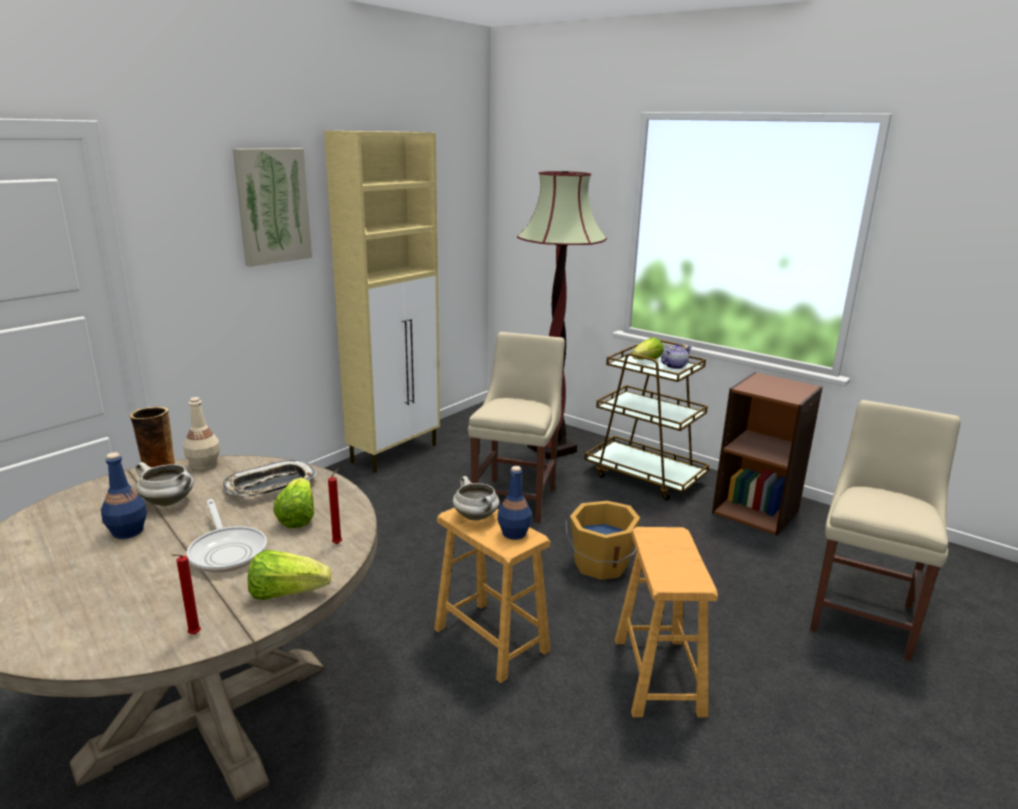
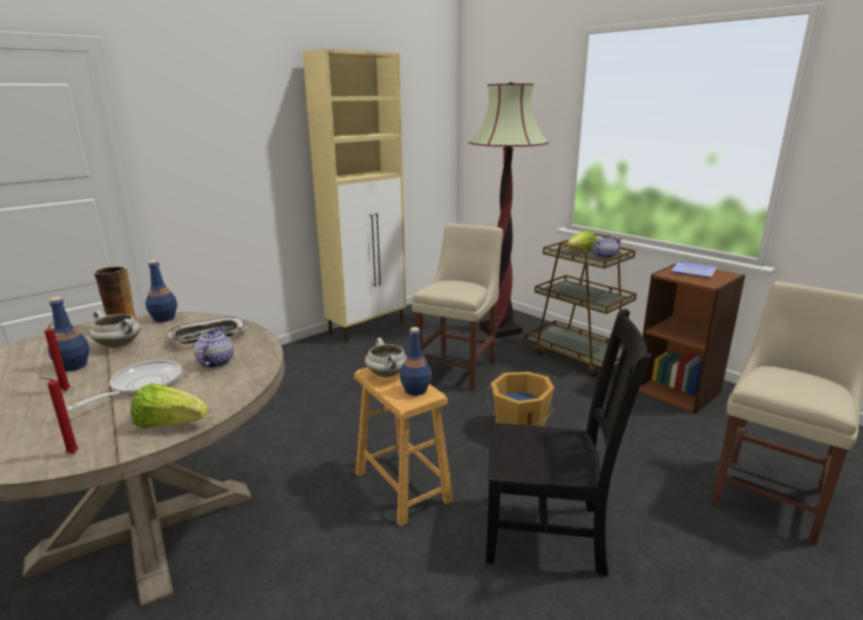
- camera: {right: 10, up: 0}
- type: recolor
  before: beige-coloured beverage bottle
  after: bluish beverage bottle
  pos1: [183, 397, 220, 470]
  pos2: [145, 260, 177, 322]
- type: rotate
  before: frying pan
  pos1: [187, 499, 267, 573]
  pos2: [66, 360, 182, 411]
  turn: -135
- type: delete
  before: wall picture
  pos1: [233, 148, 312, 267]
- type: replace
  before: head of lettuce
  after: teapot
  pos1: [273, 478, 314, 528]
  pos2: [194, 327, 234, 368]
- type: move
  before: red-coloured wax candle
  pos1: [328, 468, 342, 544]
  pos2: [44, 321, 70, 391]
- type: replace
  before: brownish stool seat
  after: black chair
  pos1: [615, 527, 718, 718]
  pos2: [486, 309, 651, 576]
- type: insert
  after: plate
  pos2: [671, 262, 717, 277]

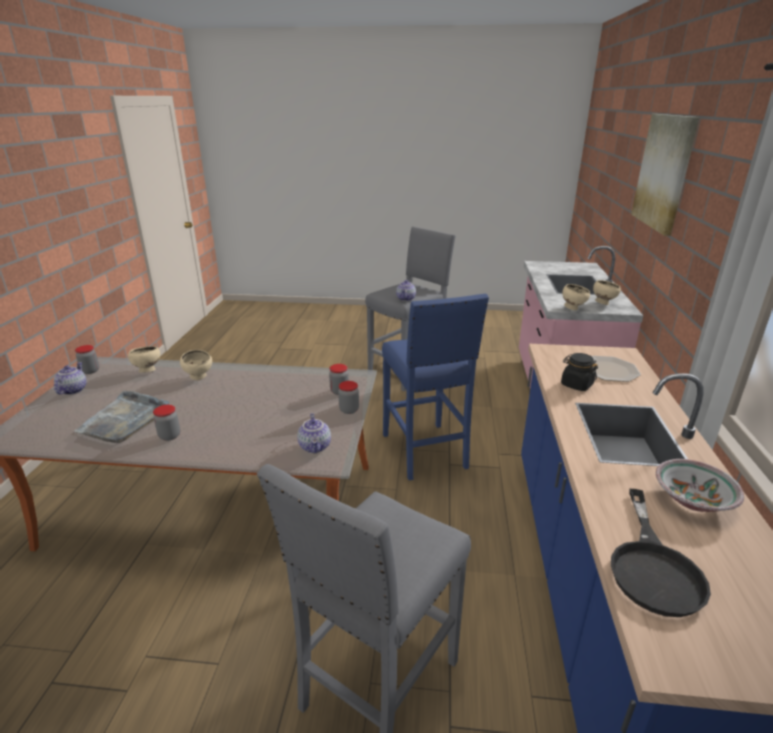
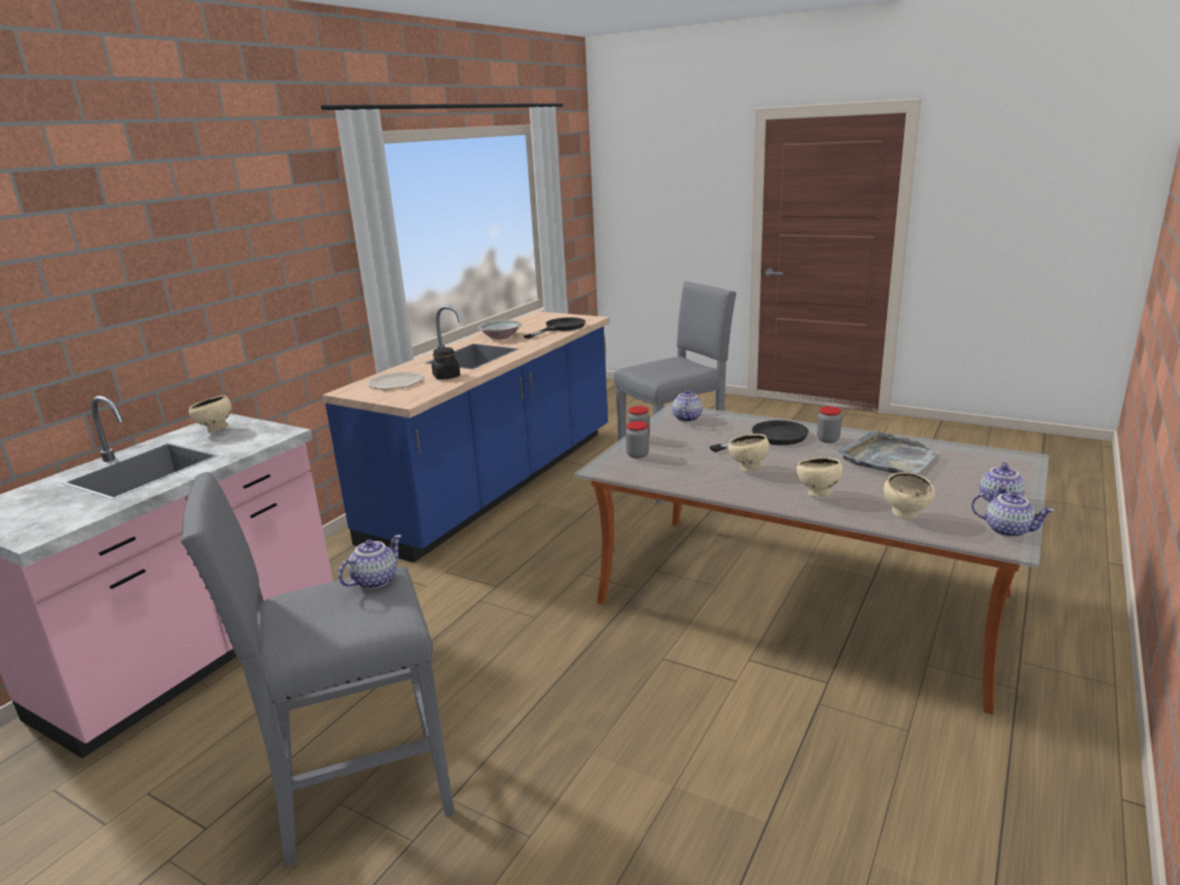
- camera: {right: -155, up: -5}
- type: replace
  before: jar
  after: teapot
  pos1: [75, 345, 99, 374]
  pos2: [971, 492, 1054, 537]
- type: delete
  before: bluish stool seat
  pos1: [382, 294, 489, 480]
- type: move
  before: beige-coloured deep dish
  pos1: [562, 284, 590, 310]
  pos2: [728, 434, 769, 471]
- type: delete
  before: wall picture
  pos1: [631, 114, 700, 236]
- type: insert
  after: black frying pan
  pos2: [709, 420, 809, 452]

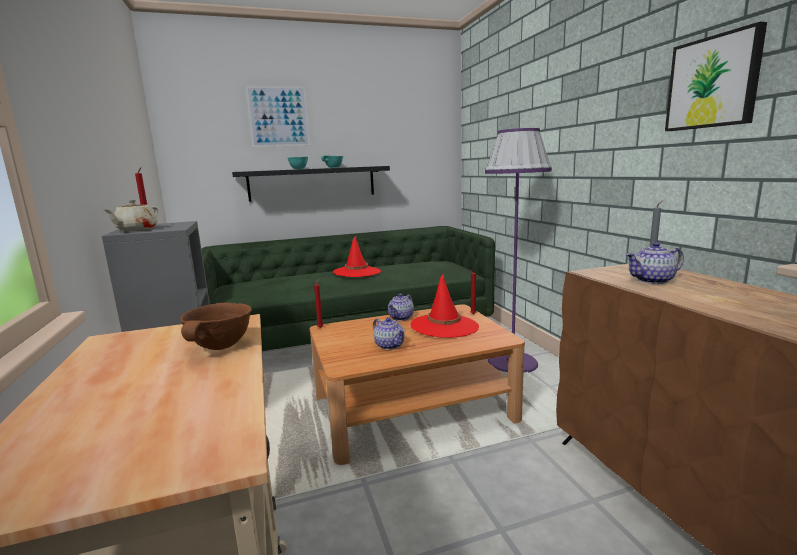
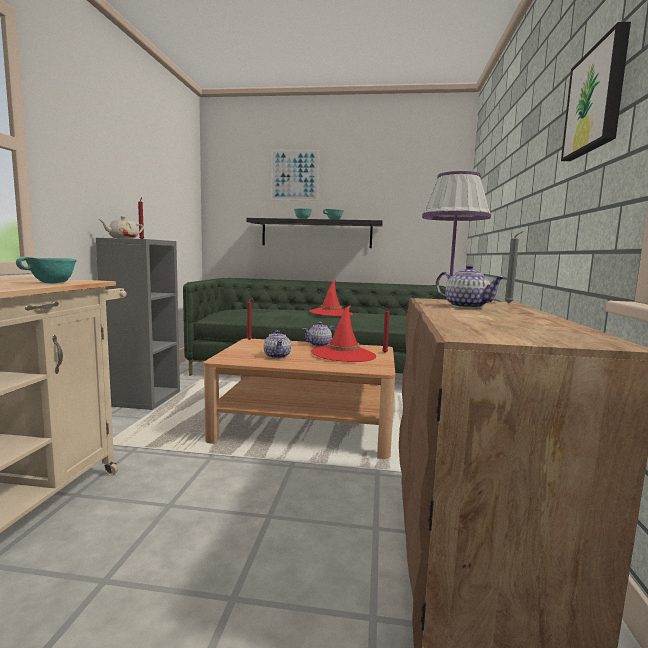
- camera: {right: 25, up: -5}
- type: recolor
  before: brownish deep dish
  after: turquoise-coloured deep dish
  pos1: [180, 303, 252, 350]
  pos2: [16, 257, 77, 284]
- type: rotate
  before: teapot
  pos1: [625, 242, 684, 284]
  pos2: [436, 265, 505, 309]
  turn: -150

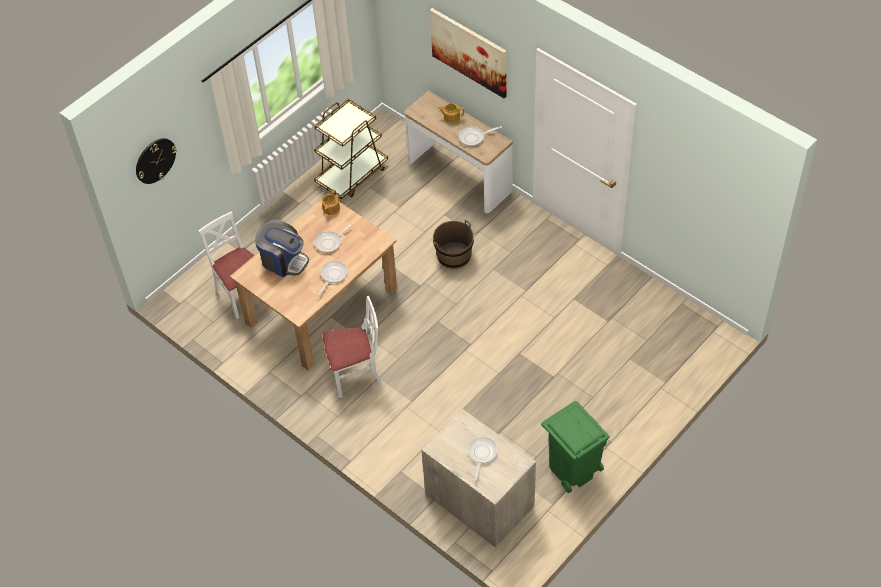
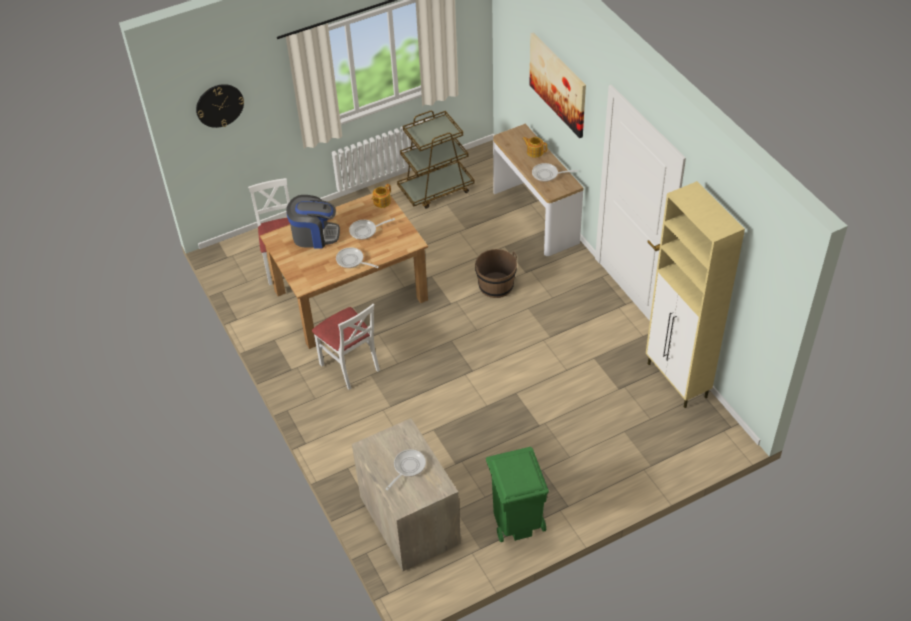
- camera: {right: 20, up: -5}
- type: rotate
  before: coffee brewer
  pos1: [255, 219, 309, 277]
  pos2: [286, 195, 340, 249]
  turn: -45
- type: rotate
  before: frying pan
  pos1: [318, 261, 348, 296]
  pos2: [336, 247, 379, 268]
  turn: -105
- type: rotate
  before: whitish chair
  pos1: [323, 296, 382, 398]
  pos2: [312, 304, 380, 390]
  turn: 45
- type: insert
  after: beige-coloured cabinet
  pos2: [646, 181, 745, 408]

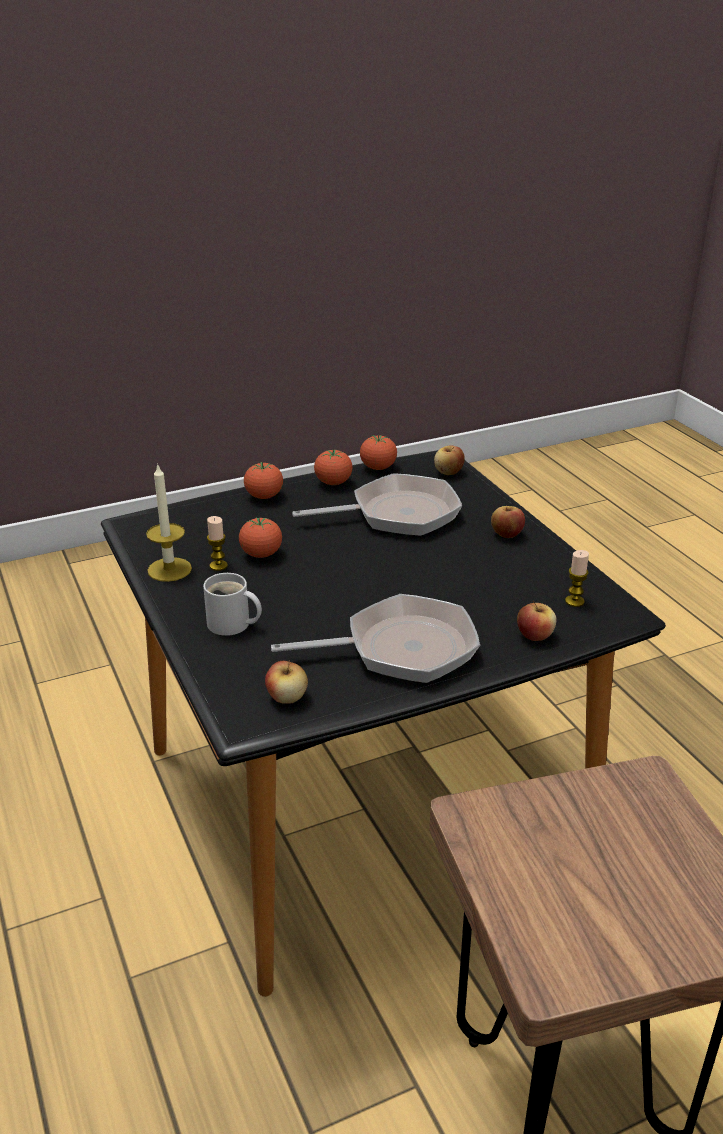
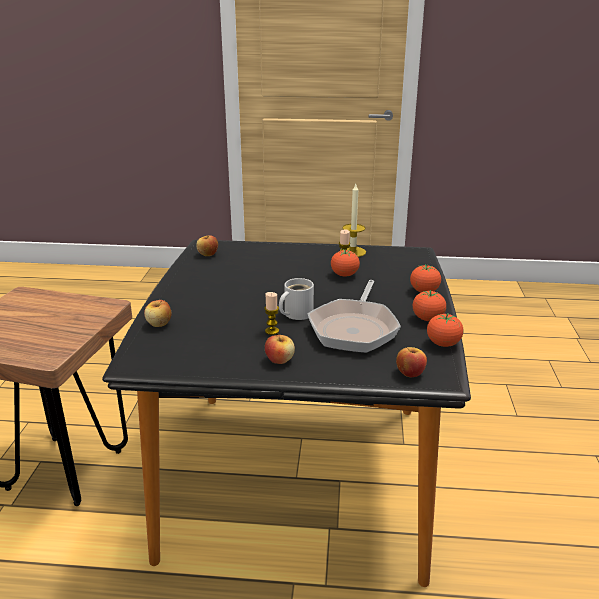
- camera: {right: 120, up: -5}
- type: move
  before: whitish mug
  pos1: [203, 573, 262, 636]
  pos2: [279, 278, 314, 320]
- type: delete
  before: frying pan
  pos1: [271, 594, 480, 683]
- type: move
  before: wax candle
  pos1: [565, 550, 589, 607]
  pos2: [264, 292, 279, 335]

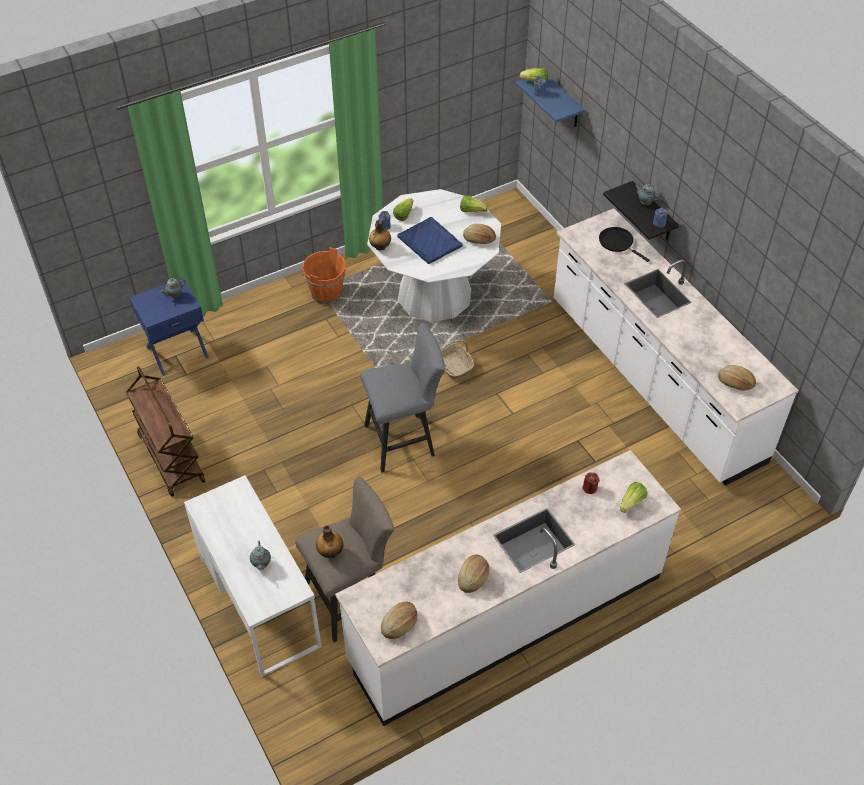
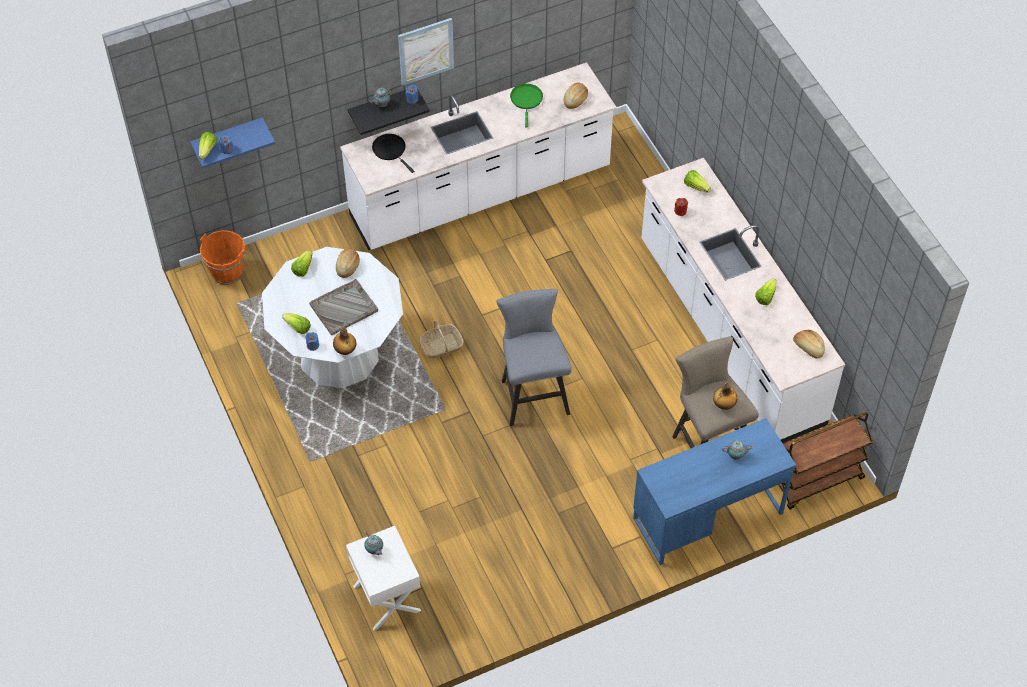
- camera: {right: -85, up: 5}
- type: move
  before: brownish wheeled cart
  pos1: [126, 366, 206, 497]
  pos2: [779, 412, 873, 509]
- type: recolor
  before: bluish bedside table
  after: whitish bedside table
  pos1: [129, 278, 209, 376]
  pos2: [346, 526, 421, 631]
- type: recolor
  before: whitish desk table
  after: bluish desk table
  pos1: [184, 475, 322, 677]
  pos2: [633, 418, 796, 565]
- type: move
  before: orange water bucket
  pos1: [302, 247, 346, 304]
  pos2: [200, 230, 246, 285]
- type: recolor
  before: bluish serving tray
  after: greyish serving tray
  pos1: [397, 217, 463, 264]
  pos2: [309, 279, 378, 335]
- type: replace
  before: baked bread
  after: head of lettuce
  pos1: [458, 554, 490, 593]
  pos2: [755, 279, 777, 305]
- type: rotate
  before: black frying pan
  pos1: [599, 227, 650, 262]
  pos2: [372, 134, 414, 173]
  turn: 90
- type: insert
  after: wall picture
  pos2: [398, 18, 454, 86]
- type: insert
  after: green frying pan
  pos2: [510, 84, 543, 127]

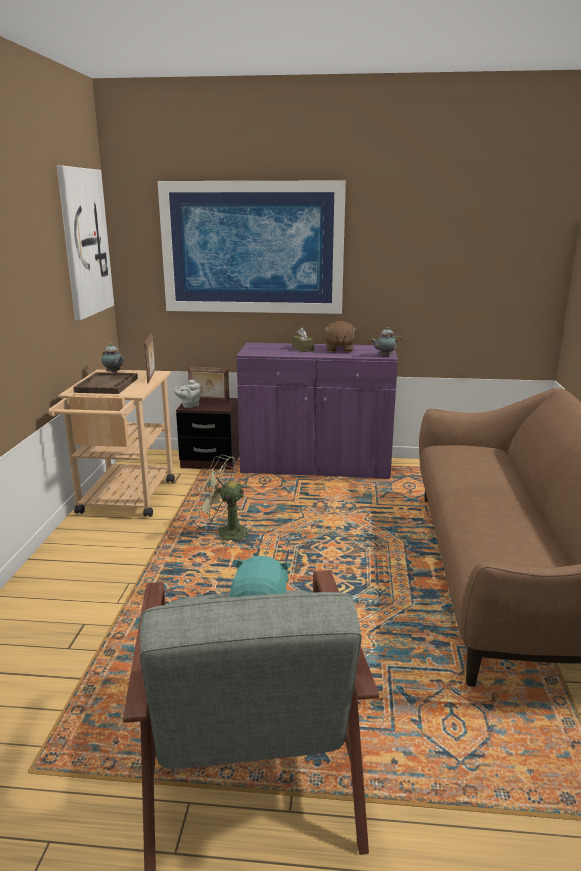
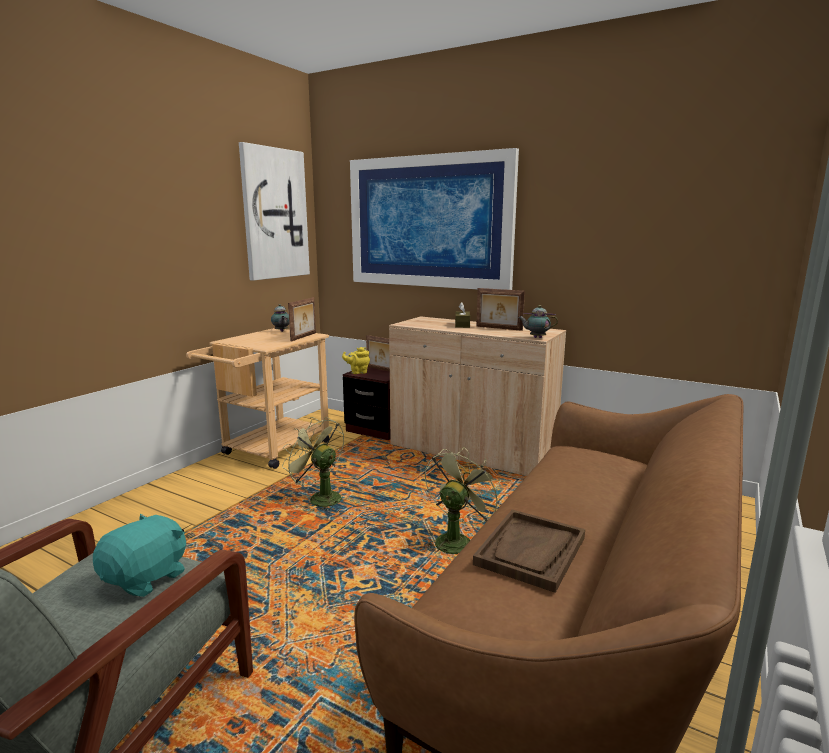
- camera: {right: 25, up: -5}
- type: move
  before: brownish serving tray
  pos1: [73, 372, 138, 394]
  pos2: [473, 510, 585, 593]
- type: recolor
  before: greyish teapot
  after: yellow-coloured teapot
  pos1: [174, 379, 200, 408]
  pos2: [342, 347, 370, 374]
- type: recolor
  before: purplish cabinet
  after: beige-coloured cabinet
  pos1: [236, 343, 398, 479]
  pos2: [389, 316, 566, 476]
- type: replace
  before: brownish soft toy
  after: photo frame
  pos1: [325, 321, 357, 352]
  pos2: [476, 288, 525, 331]
- type: insert
  after: green electric fan
  pos2: [425, 447, 502, 554]

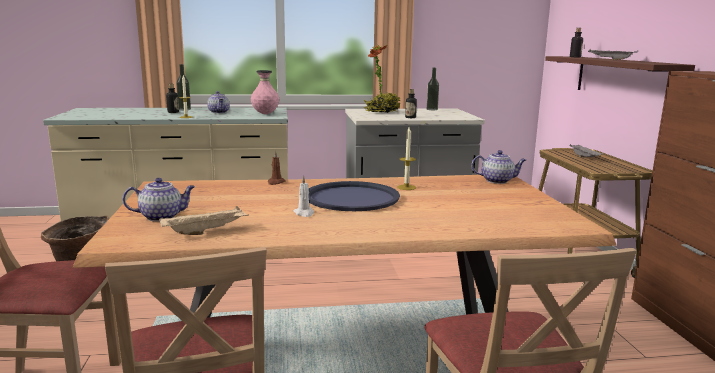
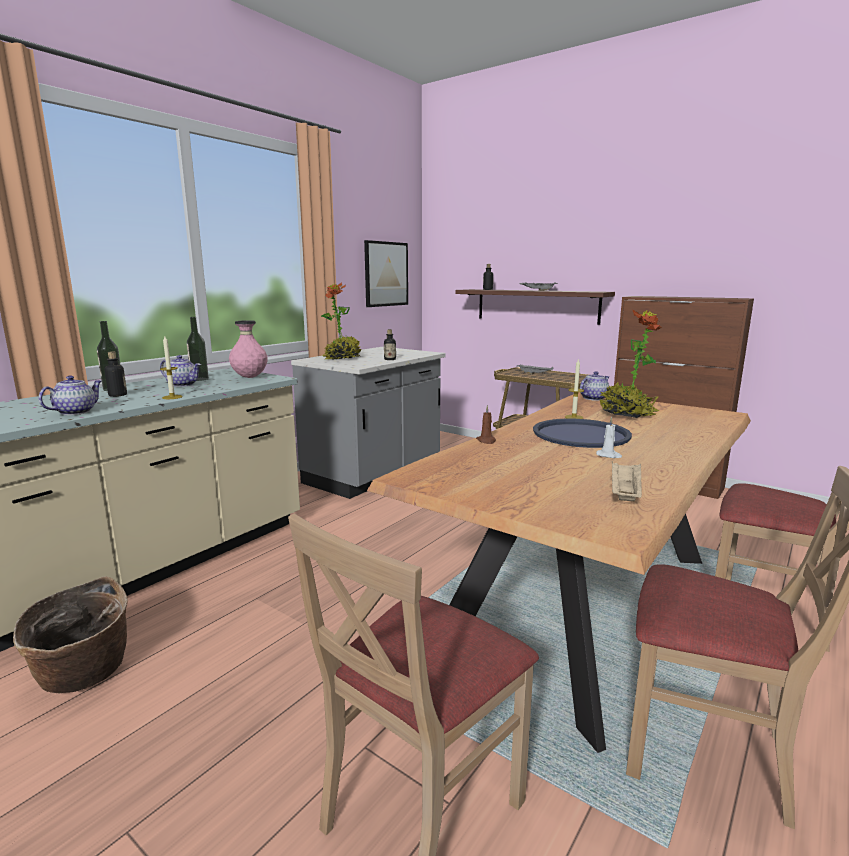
- camera: {right: -45, up: 0}
- type: move
  before: teapot
  pos1: [123, 178, 195, 221]
  pos2: [38, 376, 101, 415]
- type: move
  before: beverage bottle
  pos1: [427, 68, 439, 110]
  pos2: [187, 317, 209, 381]
- type: insert
  after: wall picture
  pos2: [364, 240, 408, 307]
- type: insert
  after: houseplant
  pos2: [599, 310, 662, 418]

